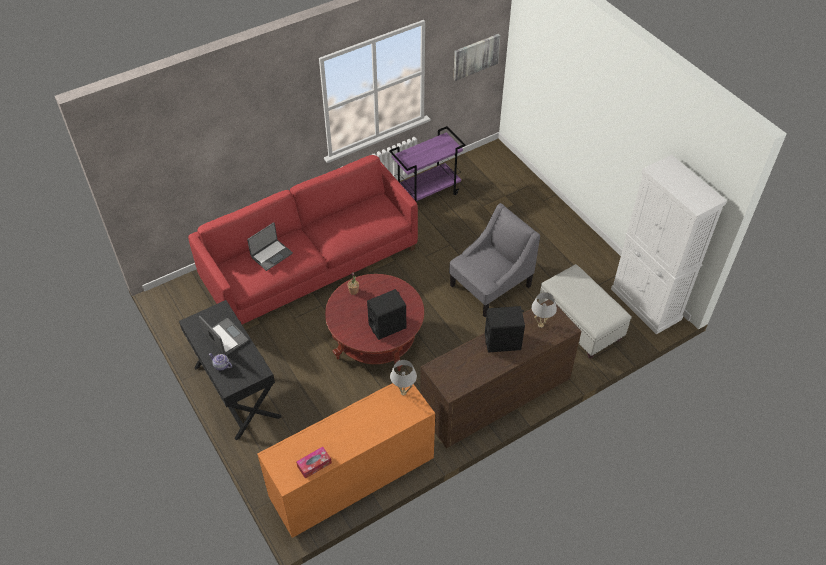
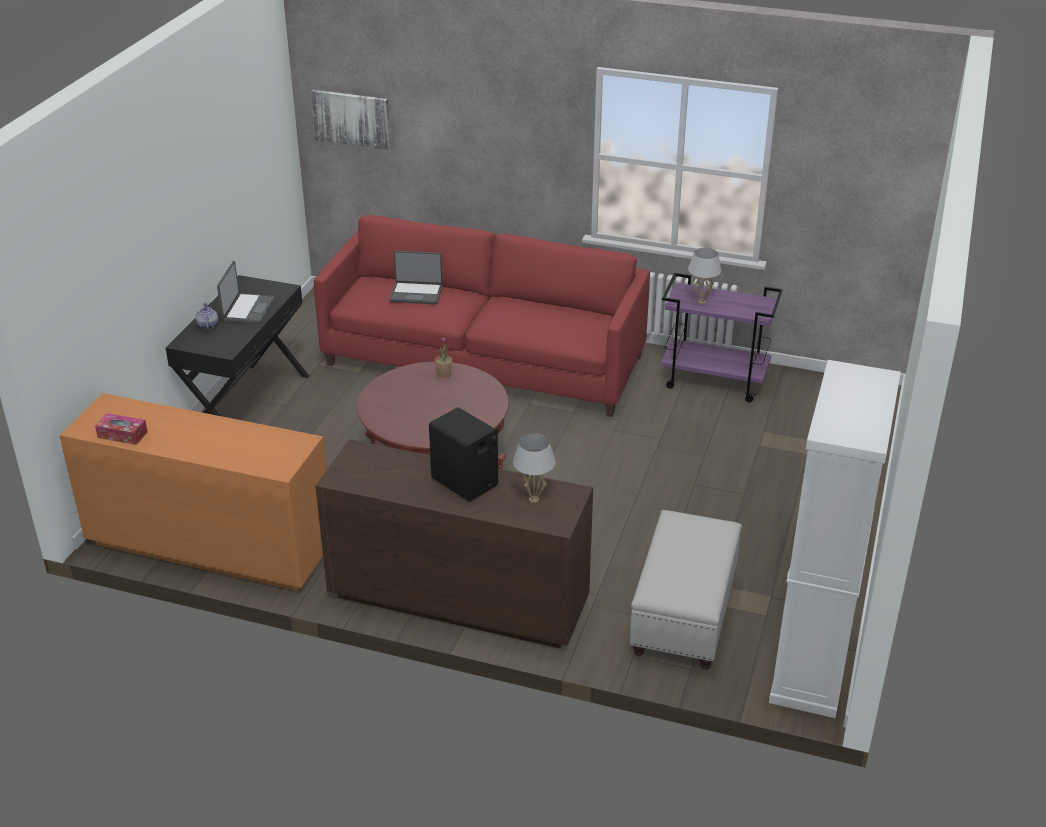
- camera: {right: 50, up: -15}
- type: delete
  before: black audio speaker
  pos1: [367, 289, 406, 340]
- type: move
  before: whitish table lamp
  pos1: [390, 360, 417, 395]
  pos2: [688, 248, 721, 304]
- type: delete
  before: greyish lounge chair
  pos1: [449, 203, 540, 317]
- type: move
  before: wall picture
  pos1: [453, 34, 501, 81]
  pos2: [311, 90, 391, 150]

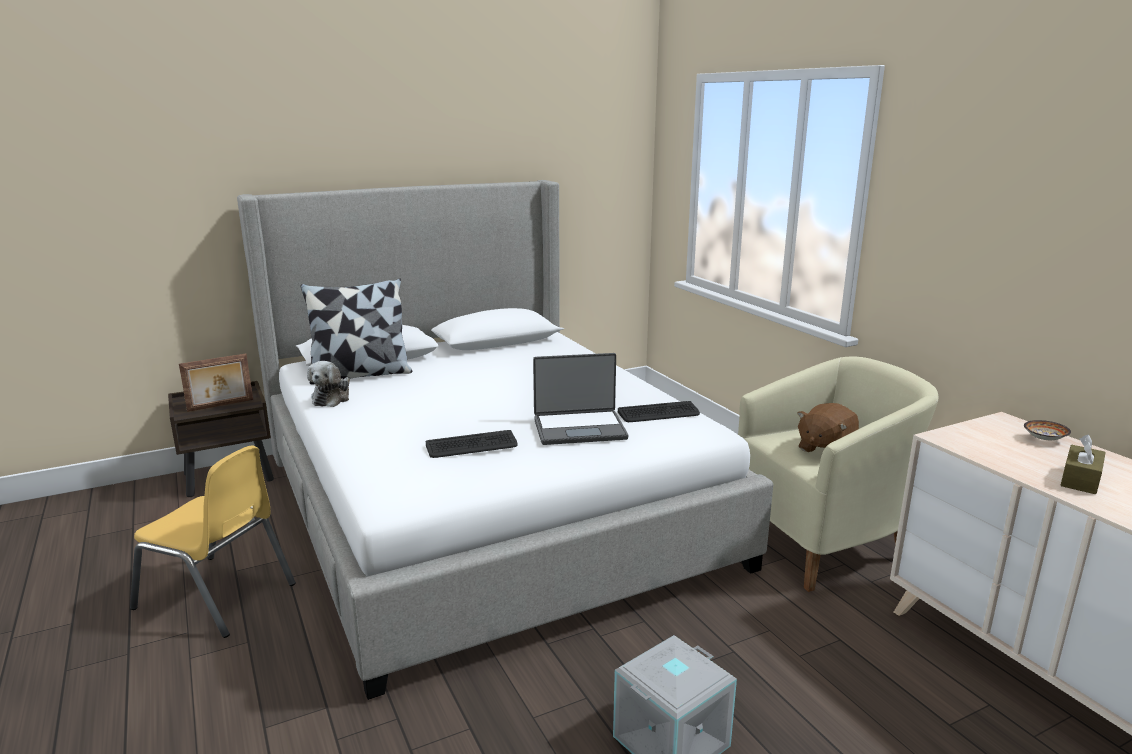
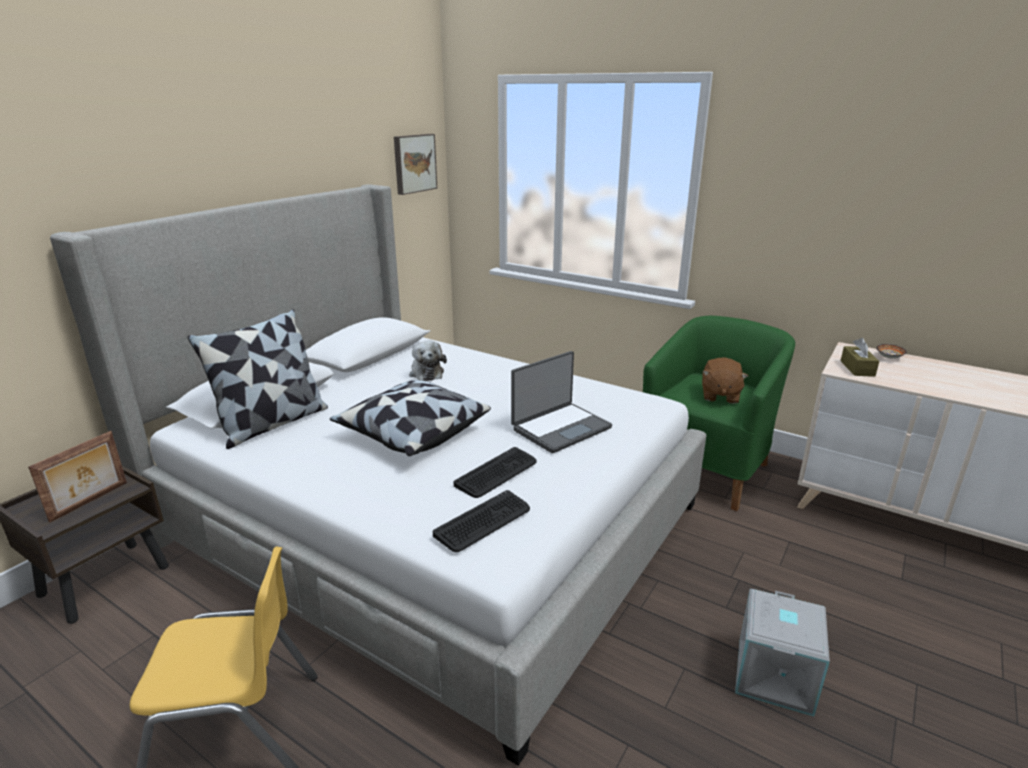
- camera: {right: -30, up: 5}
- type: move
  before: soft toy
  pos1: [307, 361, 350, 407]
  pos2: [409, 341, 447, 381]
- type: move
  before: keyboard
  pos1: [618, 401, 700, 422]
  pos2: [433, 490, 530, 552]
- type: recolor
  before: beige-coloured lounge chair
  after: green lounge chair
  pos1: [738, 357, 938, 592]
  pos2: [643, 316, 795, 511]
- type: move
  before: brownish tissue box
  pos1: [1060, 435, 1106, 494]
  pos2: [841, 338, 879, 377]
- type: insert
  after: throw pillow
  pos2: [330, 380, 491, 456]
- type: insert
  after: wall picture
  pos2: [394, 134, 437, 195]

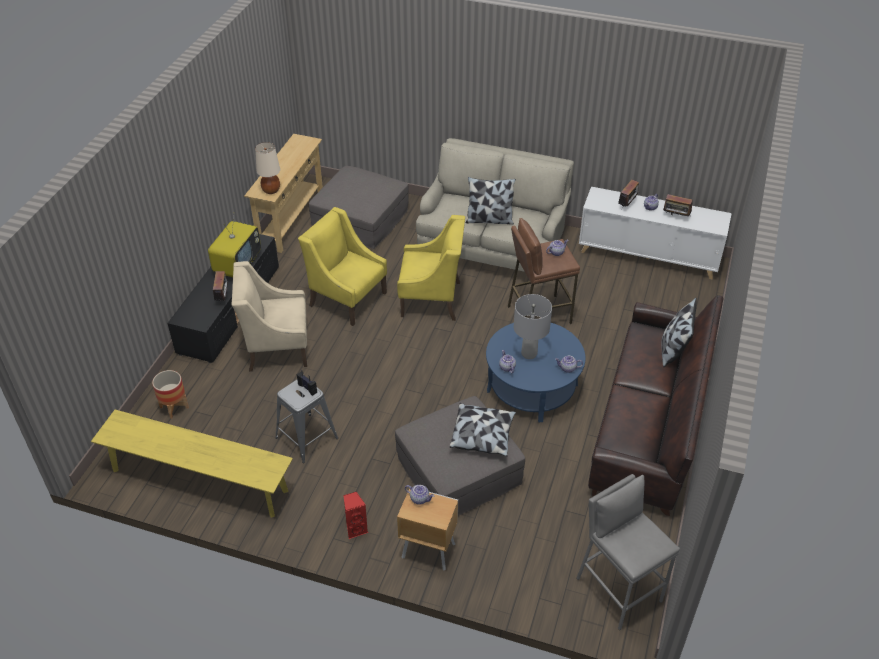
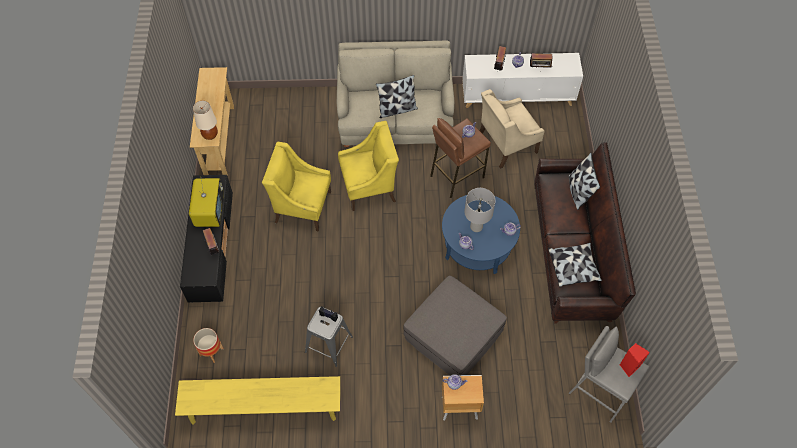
- camera: {right: -20, up: 15}
- type: move
  before: beige-coloured lounge chair
  pos1: [231, 261, 307, 372]
  pos2: [480, 89, 545, 169]
- type: delete
  before: greyish pouffe
  pos1: [309, 166, 409, 249]
- type: move
  before: red-coloured audio speaker
  pos1: [343, 492, 368, 539]
  pos2: [619, 343, 650, 377]
- type: move
  before: throw pillow
  pos1: [450, 403, 516, 456]
  pos2: [548, 243, 602, 287]

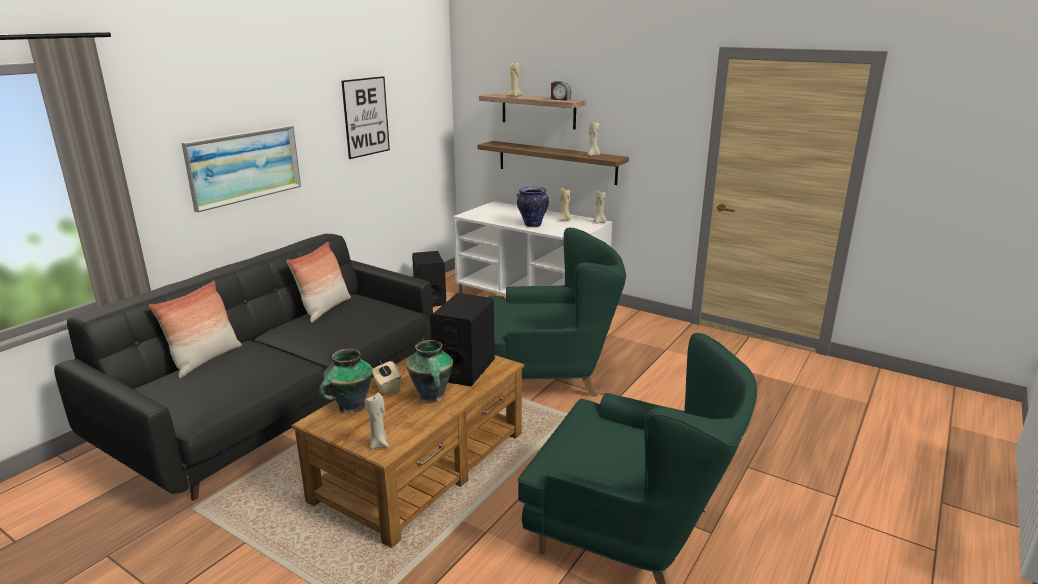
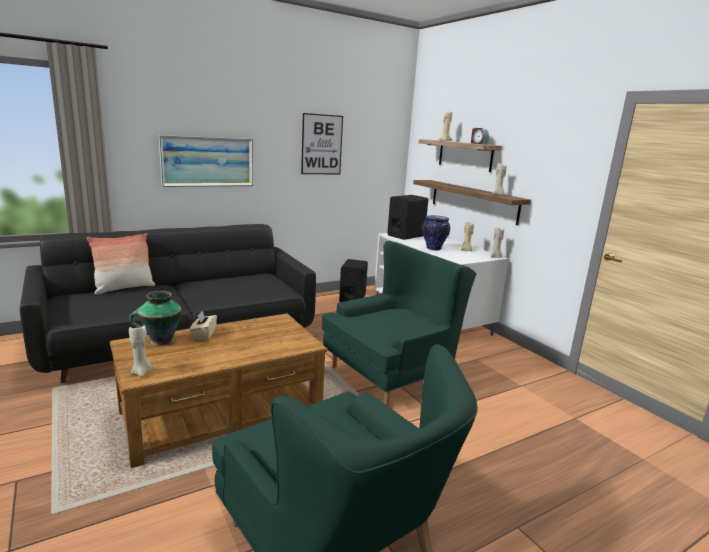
- camera: {right: 25, up: -5}
- type: delete
  before: throw pillow
  pos1: [286, 242, 351, 323]
- type: delete
  before: flower vase
  pos1: [406, 340, 453, 403]
- type: move
  before: black audio speaker
  pos1: [430, 293, 495, 387]
  pos2: [387, 195, 428, 240]
- type: rotate
  before: green lounge chair
  pos1: [488, 228, 626, 397]
  pos2: [322, 241, 476, 407]
  turn: -60

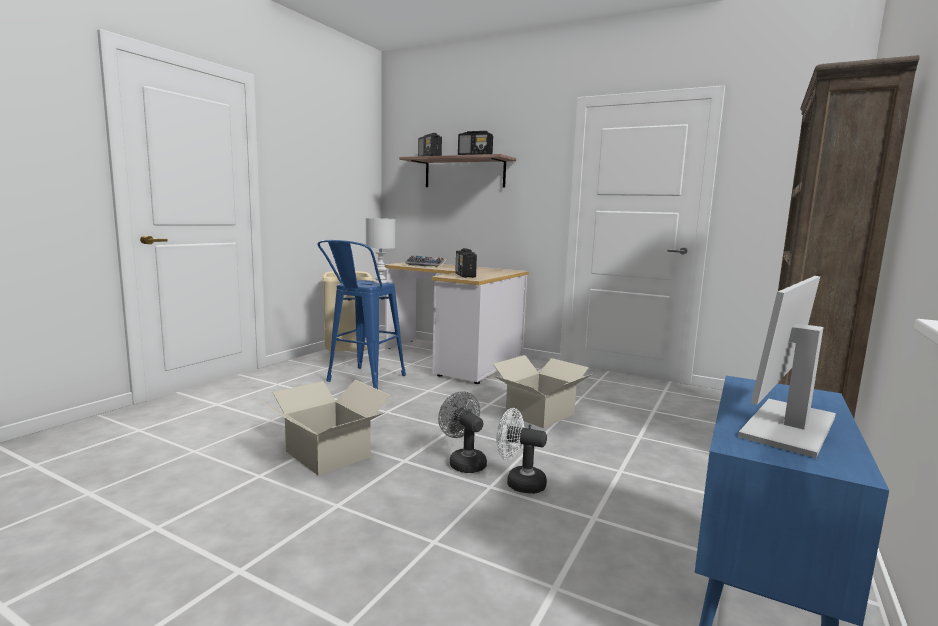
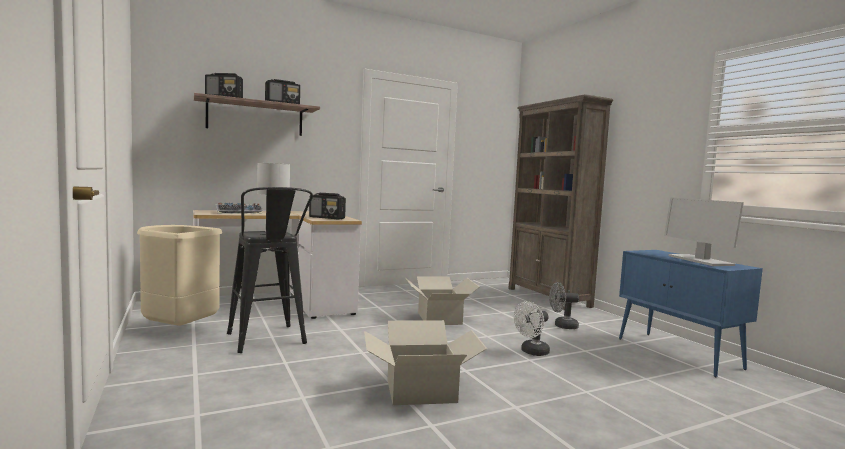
- camera: {right: -55, up: -5}
- type: recolor
  before: bluish stool seat
  after: black stool seat
  pos1: [318, 240, 406, 389]
  pos2: [227, 187, 313, 353]
- type: move
  before: greyish electric fan
  pos1: [438, 391, 487, 473]
  pos2: [549, 282, 579, 329]

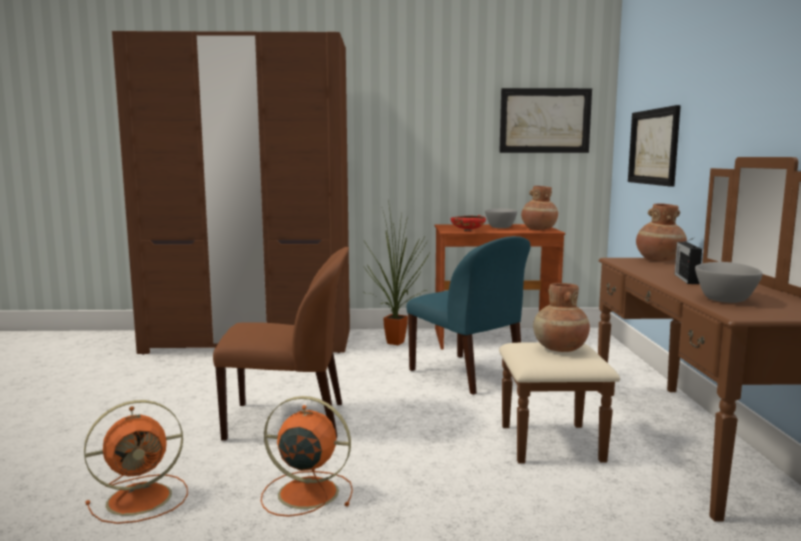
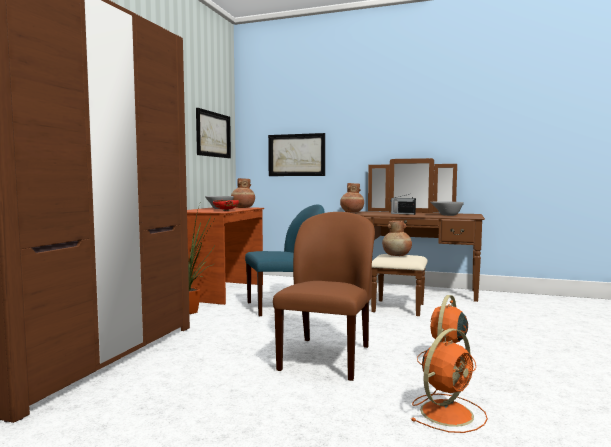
- camera: {right: -70, up: -5}
- type: rotate
  before: orange electric fan
  pos1: [84, 400, 188, 524]
  pos2: [411, 328, 488, 433]
  turn: 60

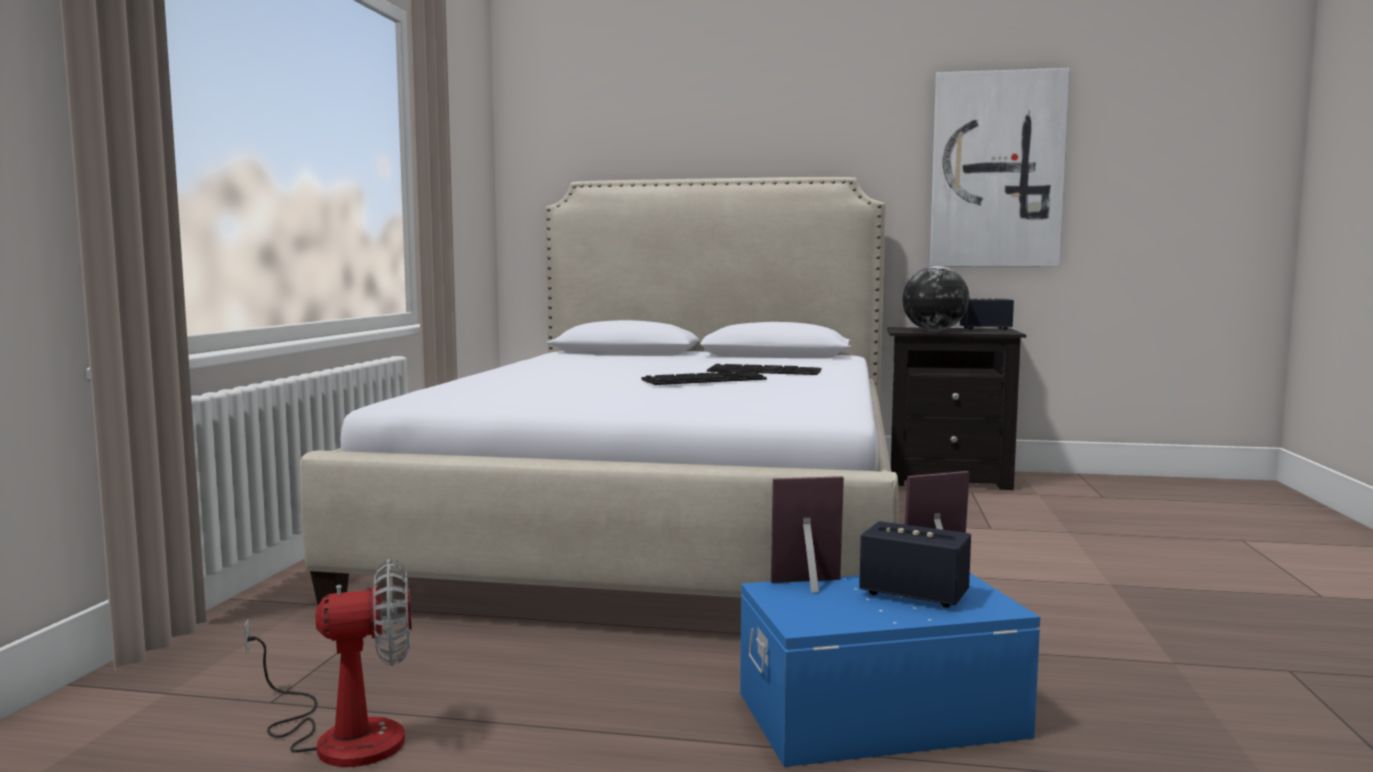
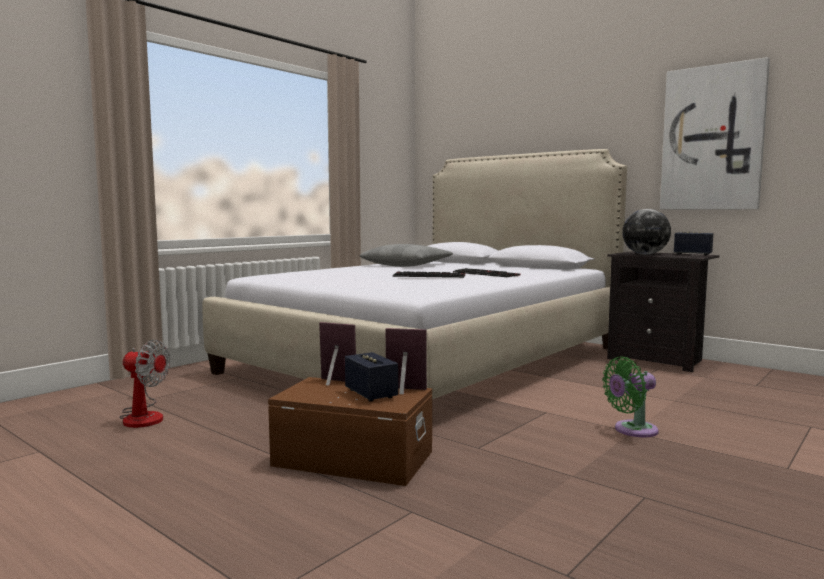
- camera: {right: 30, up: 0}
- type: recolor
  before: bluish storage bin
  after: brownish storage bin
  pos1: [740, 573, 1040, 767]
  pos2: [268, 377, 432, 486]
- type: insert
  after: greyish throw pillow
  pos2: [360, 244, 453, 267]
- type: insert
  after: green electric fan
  pos2: [602, 357, 658, 437]

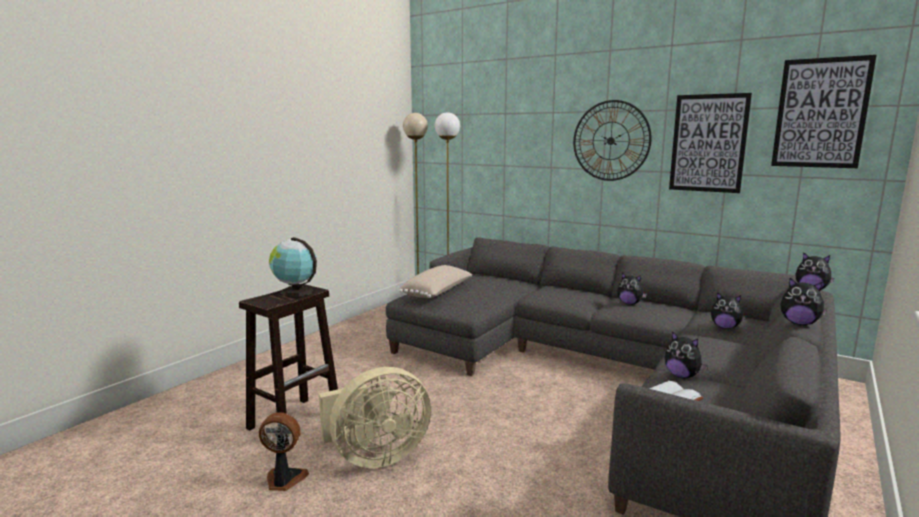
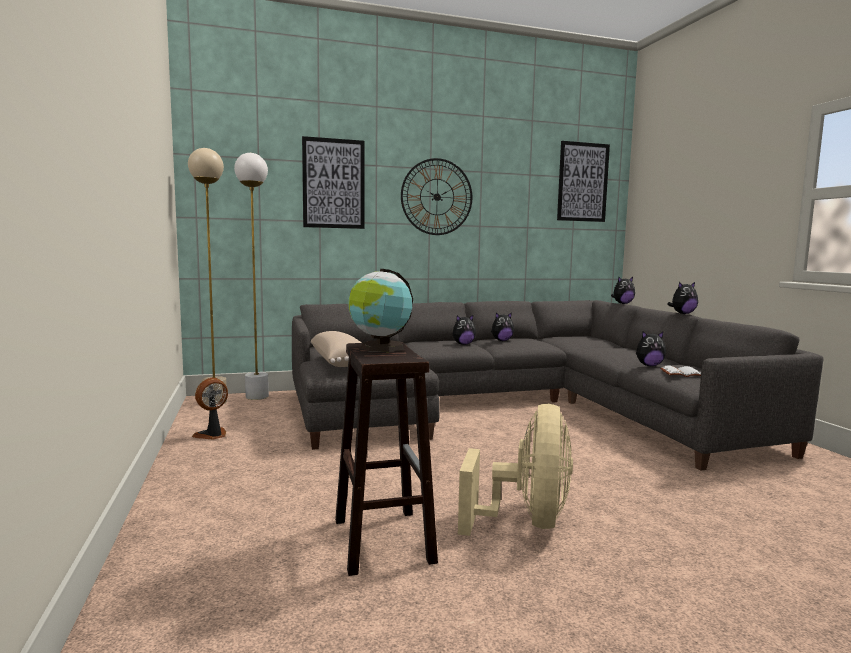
- camera: {right: -50, up: -5}
- type: move
  before: electric fan
  pos1: [259, 412, 309, 491]
  pos2: [192, 378, 228, 439]
- type: move
  before: wall picture
  pos1: [669, 93, 752, 193]
  pos2: [302, 136, 365, 229]
- type: move
  before: soft toy
  pos1: [711, 292, 746, 329]
  pos2: [452, 315, 476, 345]

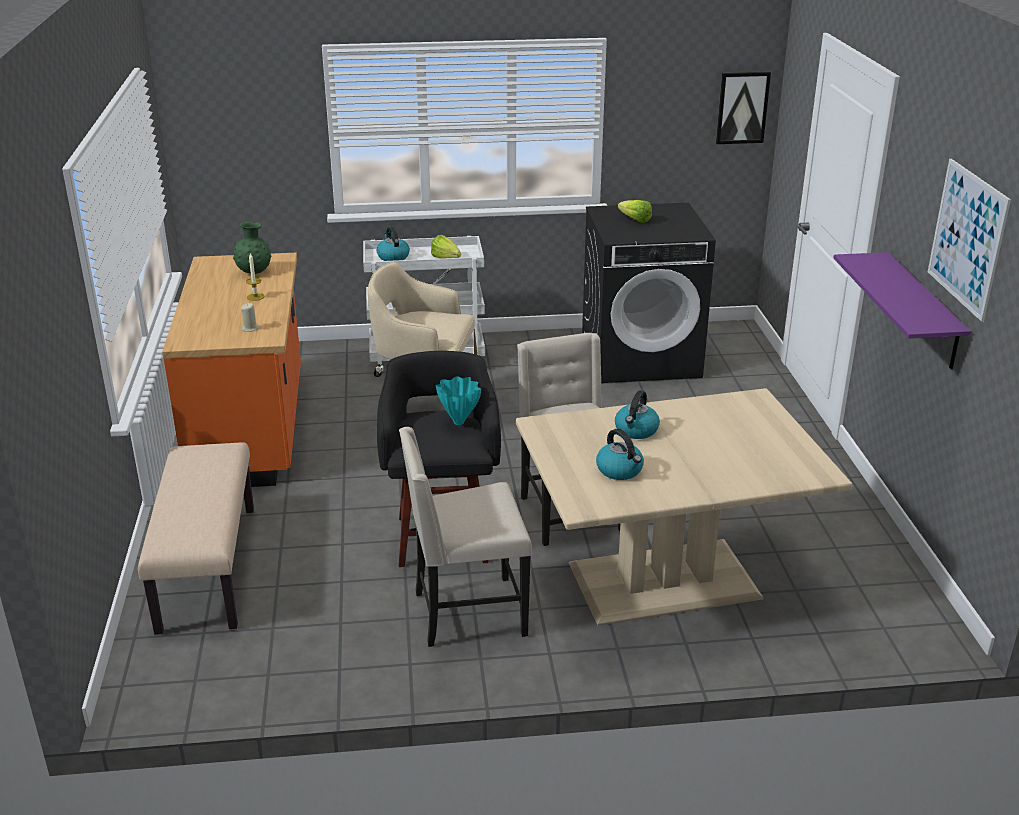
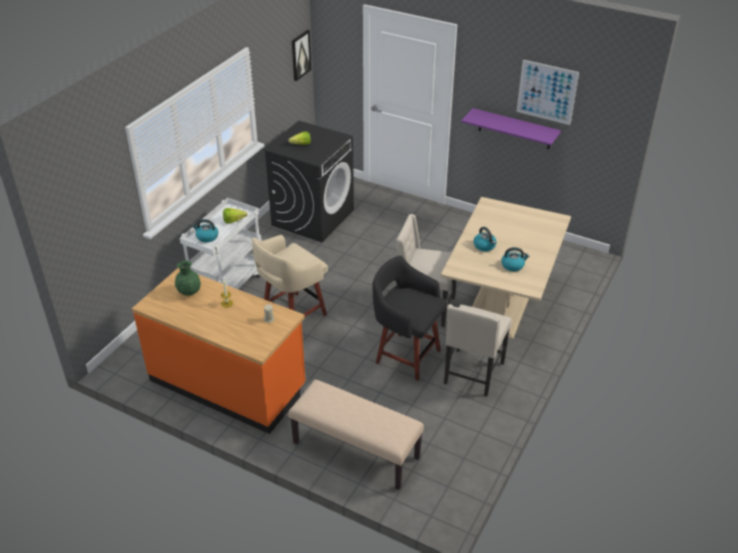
- camera: {right: -55, up: 10}
- type: delete
  before: turquoise-coloured flower vase
  pos1: [436, 376, 481, 425]

